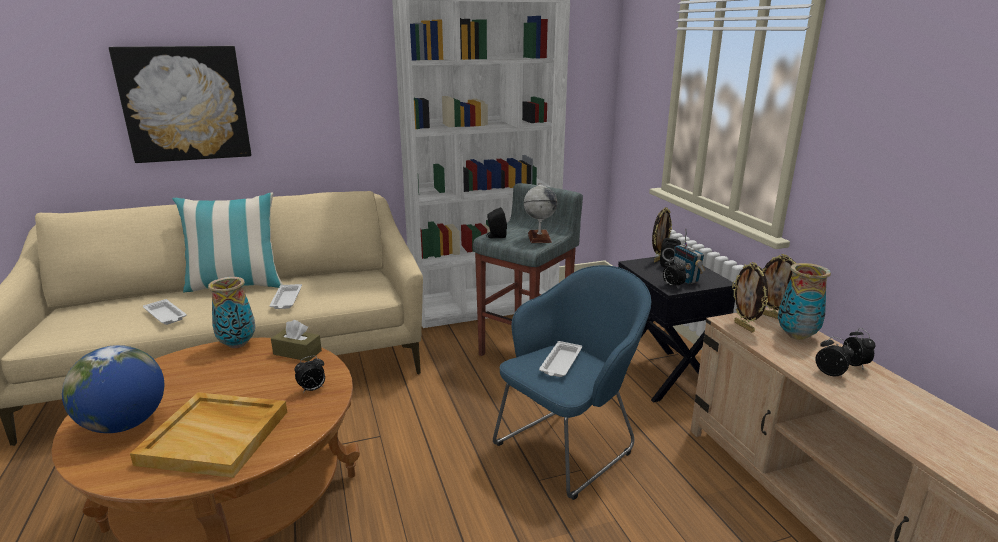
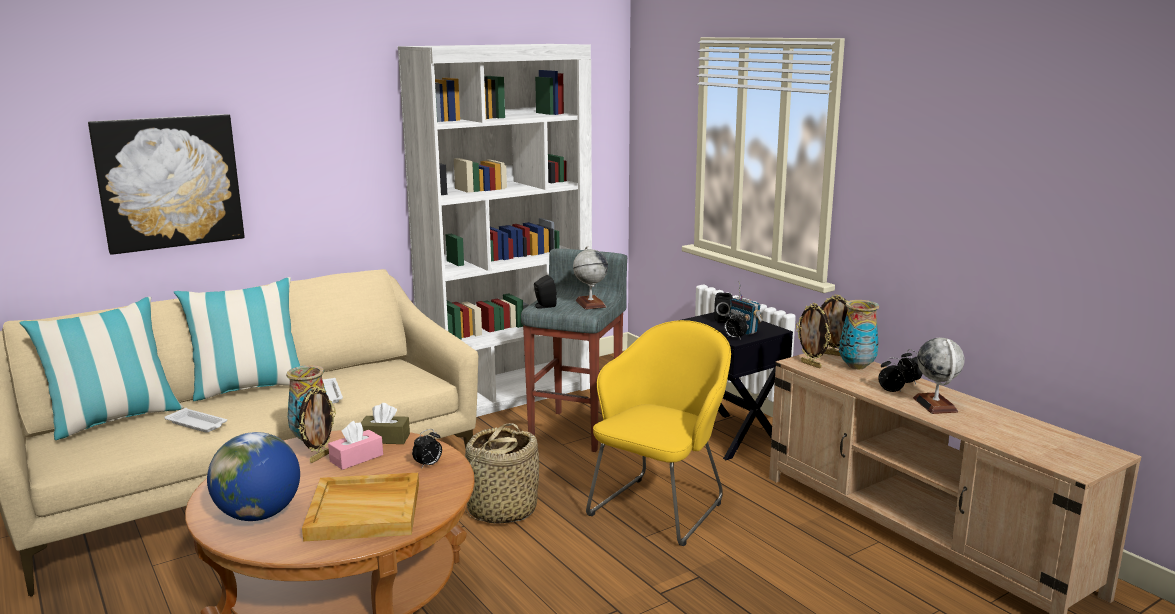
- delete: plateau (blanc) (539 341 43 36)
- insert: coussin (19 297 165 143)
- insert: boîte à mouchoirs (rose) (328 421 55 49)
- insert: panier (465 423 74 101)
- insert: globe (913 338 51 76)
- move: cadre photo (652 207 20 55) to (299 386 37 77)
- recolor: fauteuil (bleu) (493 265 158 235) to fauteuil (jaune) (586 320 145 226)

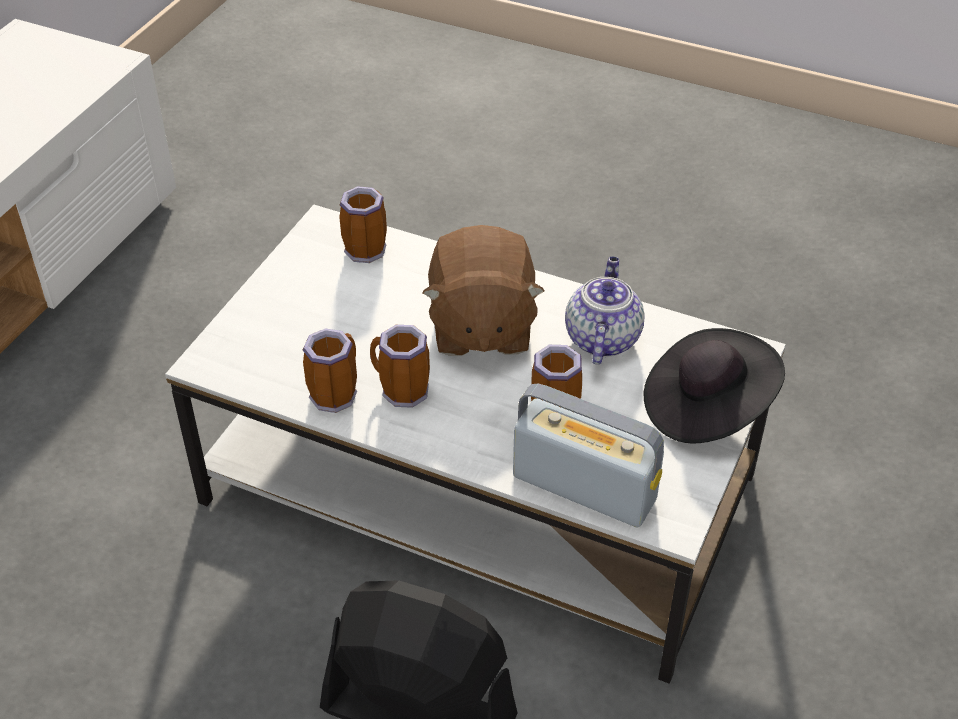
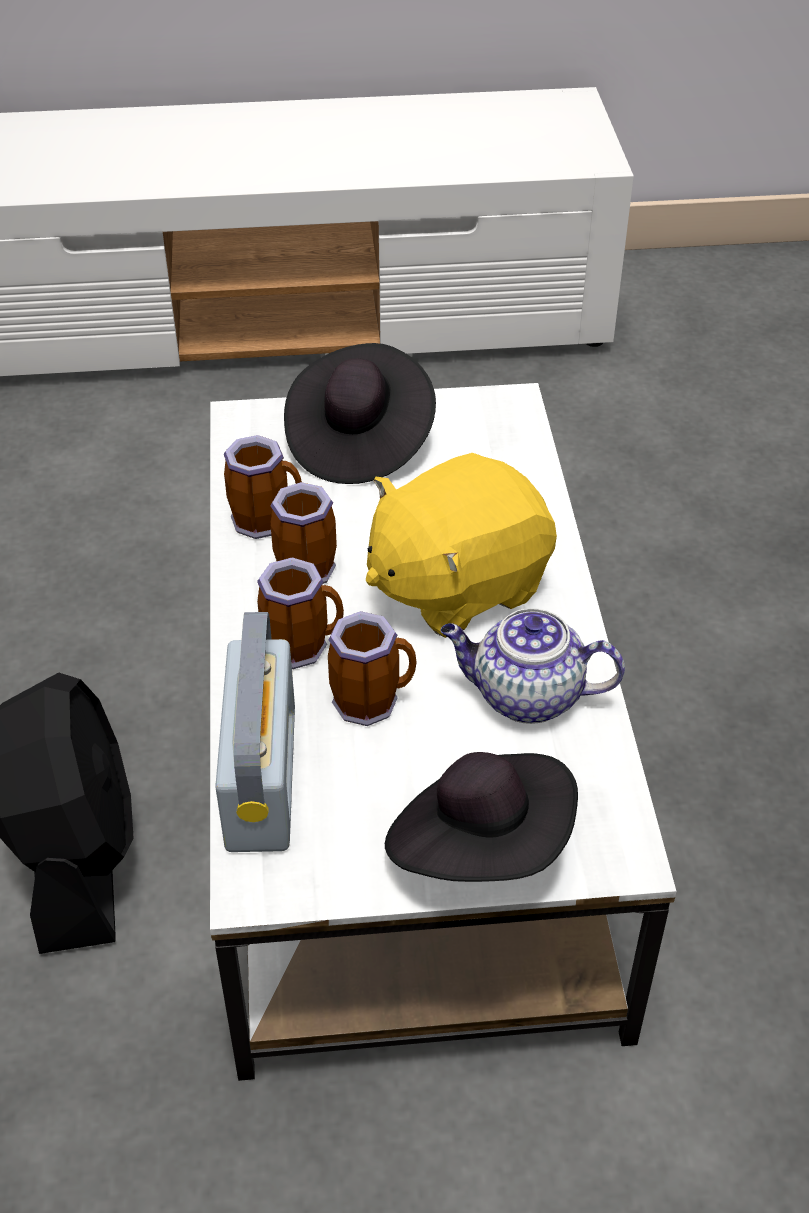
- insert: chapeau (noir) (284 343 152 141)
- move: mug (339 186 48 77) to (257 557 87 112)
- recolor: peluche (marron) (422 225 123 131) to peluche (jaune) (366 453 191 185)
- rotate: théière (565 257 80 107) = (440 608 185 116) 150 degrees counterclockwise

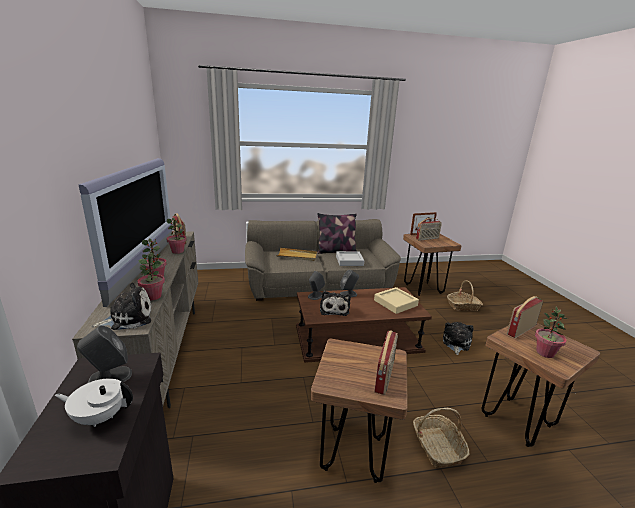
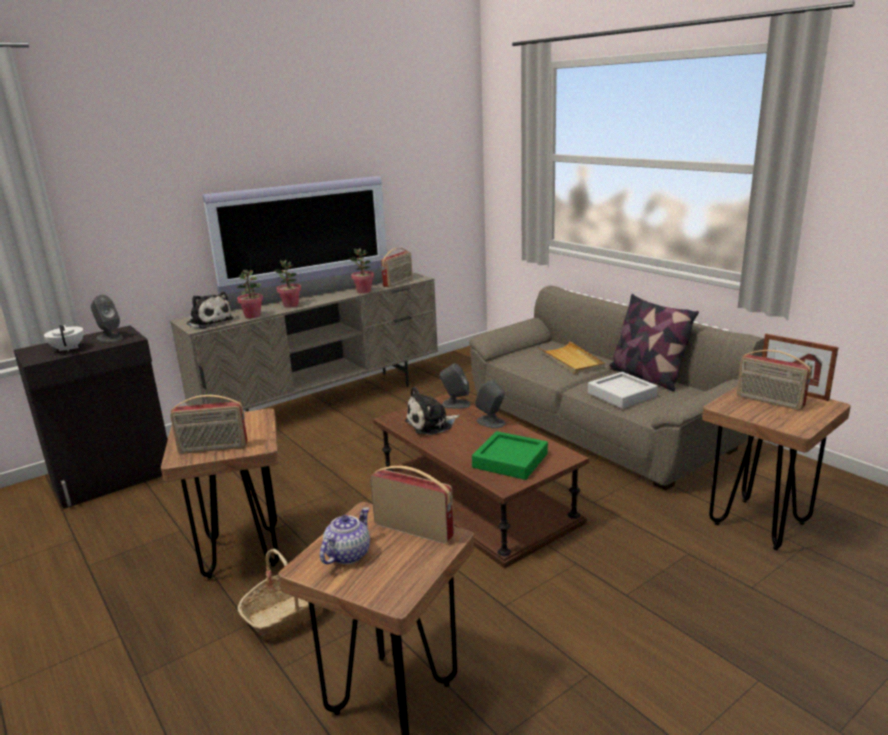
- delete: peluche (443 322 30 33)
- delete: panier (447 280 36 31)
- replace: plante en pot (535 307 33 51) to théière (320 507 50 57)
- recolor: plateau (beige) (374 287 45 27) to plateau (vert) (472 431 76 49)

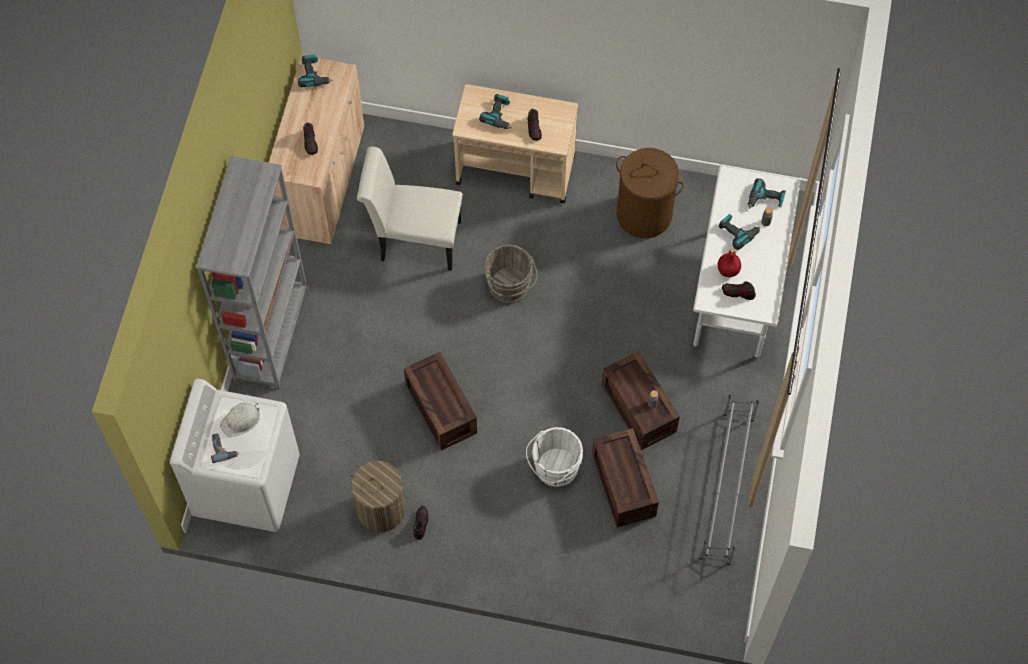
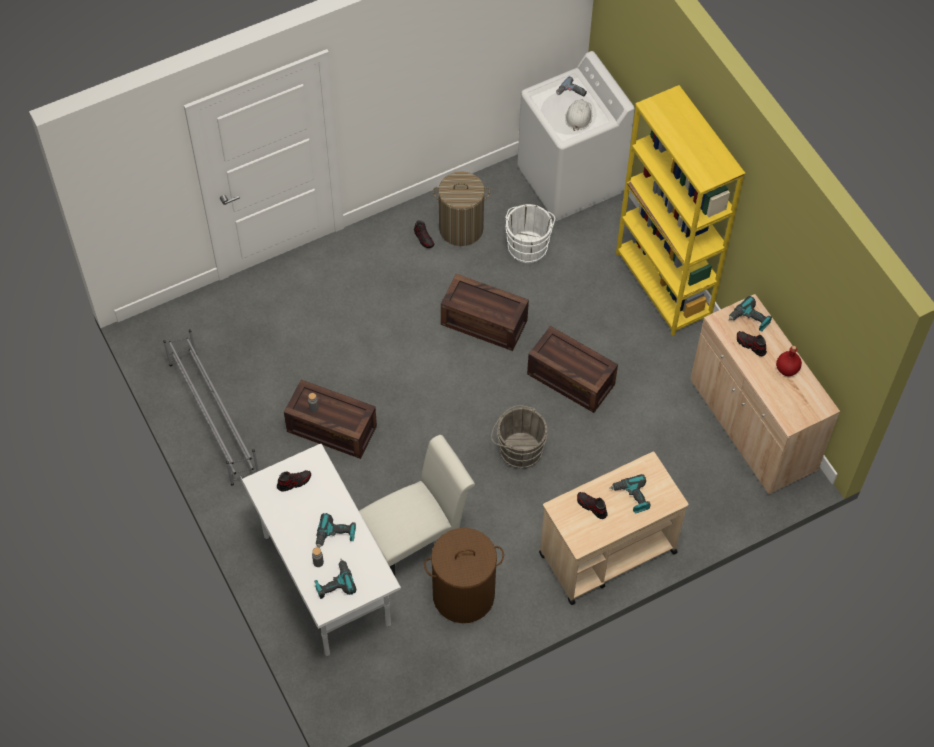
- move: perceuse (298 55 35 32) to (729 296 43 36)
- move: chaise (blanc) (357 147 106 124) to (359 435 116 141)
- move: seau (blanc) (526 427 57 60) to (505 204 50 59)
- move: caisse (592 428 67 100) to (527 326 91 87)
- move: bouteille (rouge) (718 249 23 28) to (776 346 26 30)
- recolor: bibliothèque (gris) (196 156 112 234) to bibliothèque (jaune) (616 85 129 251)

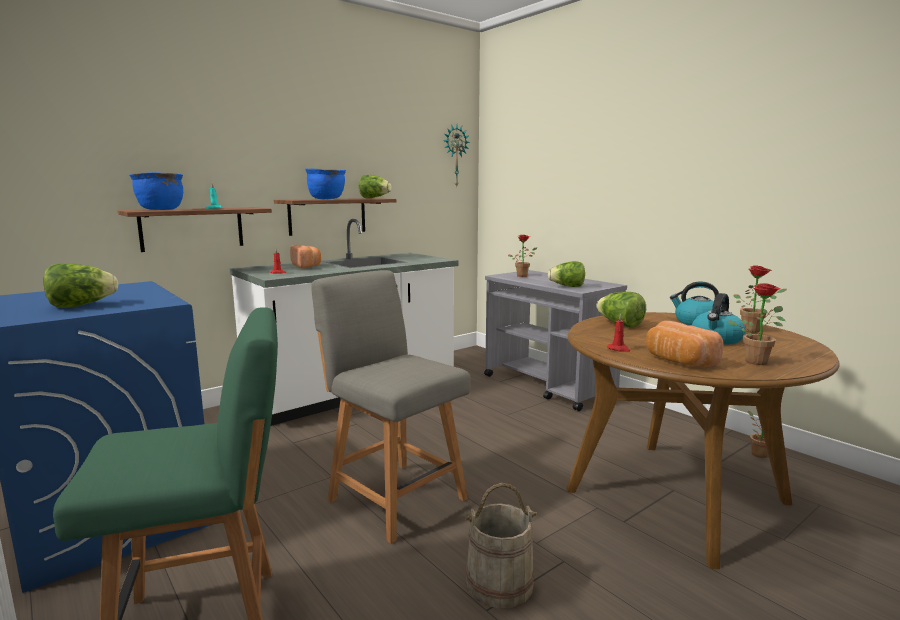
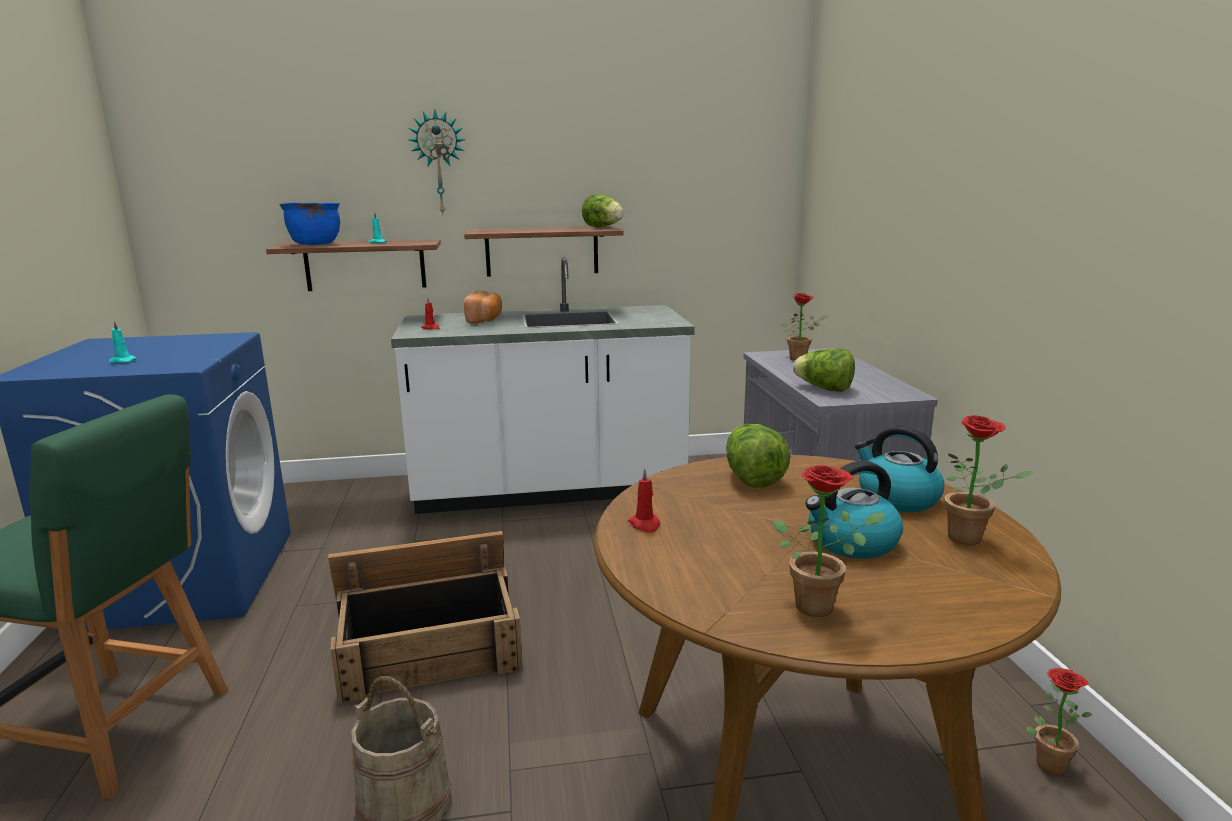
- delete: marmite (bleu) (305 168 41 31)
- delete: pain (646 321 78 46)
- move: horloge murale (444 124 26 62) to (409 110 57 105)
- replace: laitue (43 263 76 45) to bougie (turquoise) (109 321 27 42)
- replace: chaise (gris) (311 270 160 274) to caisse (328 531 195 173)

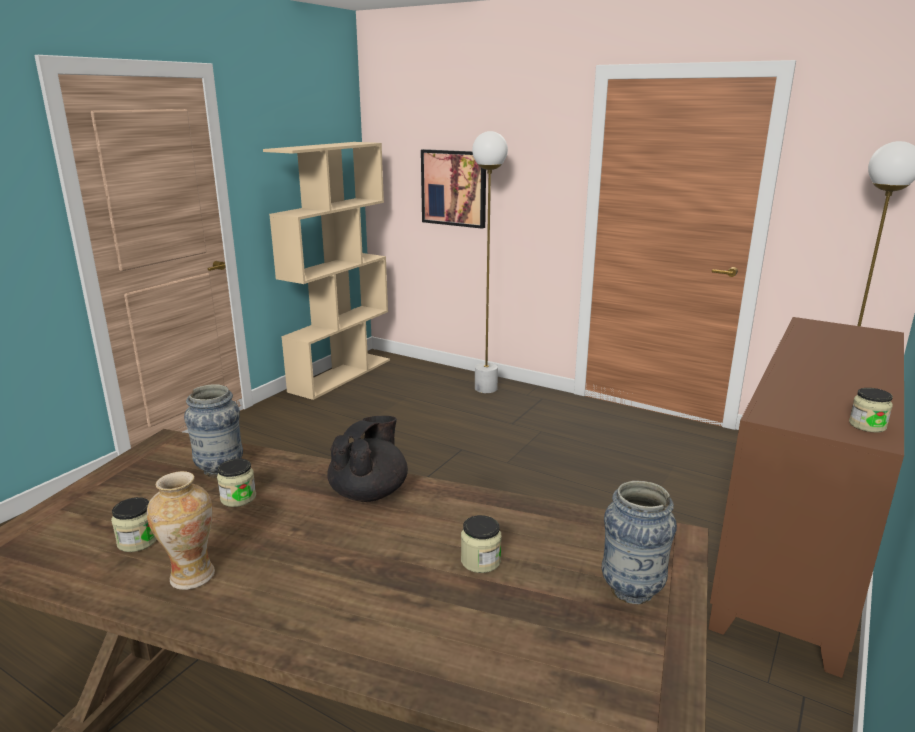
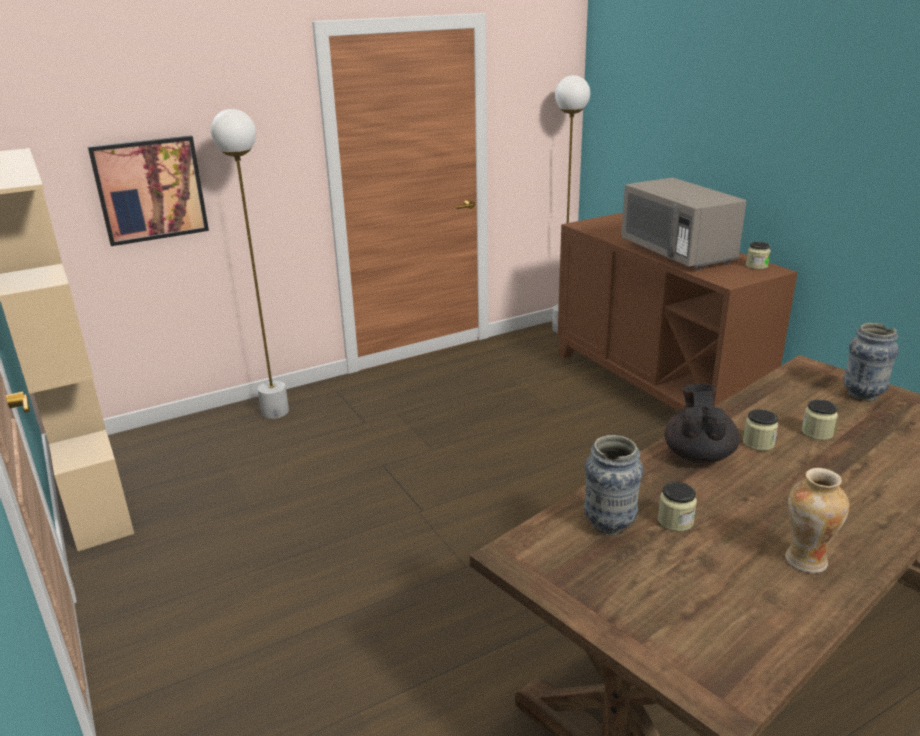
- insert: micro-ondes (gris) (621 177 125 93)
- move: bocal (111 497 46 55) to (743 409 35 42)
- rotate: théière (noir) (327 416 81 86) = (665 384 75 79) 45 degrees clockwise

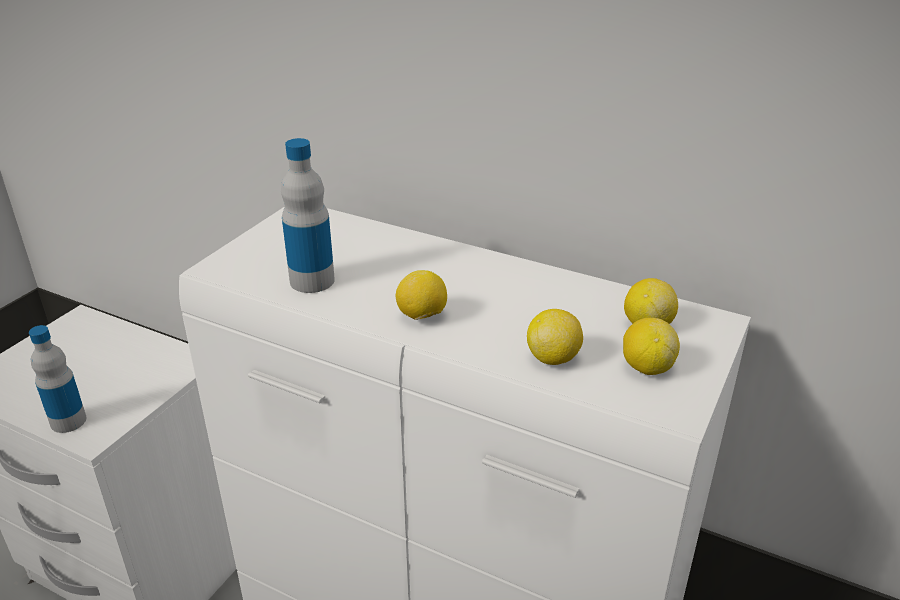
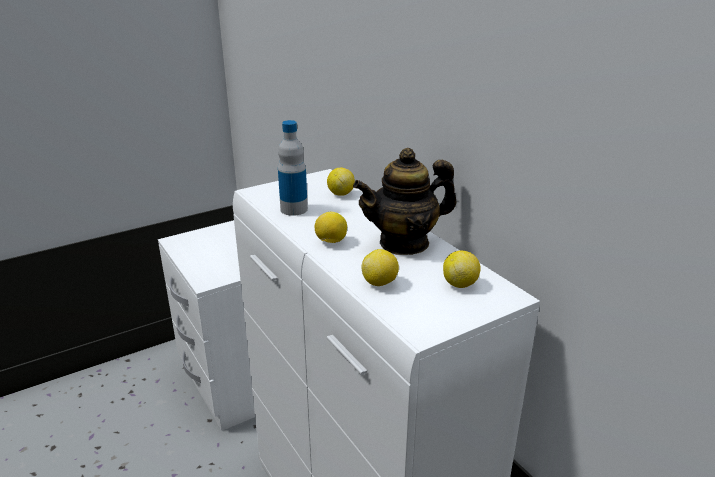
- delete: bouteille (29 325 57 108)
- insert: théière (353 148 104 107)
- move: citron (623 318 57 57) to (327 167 28 29)

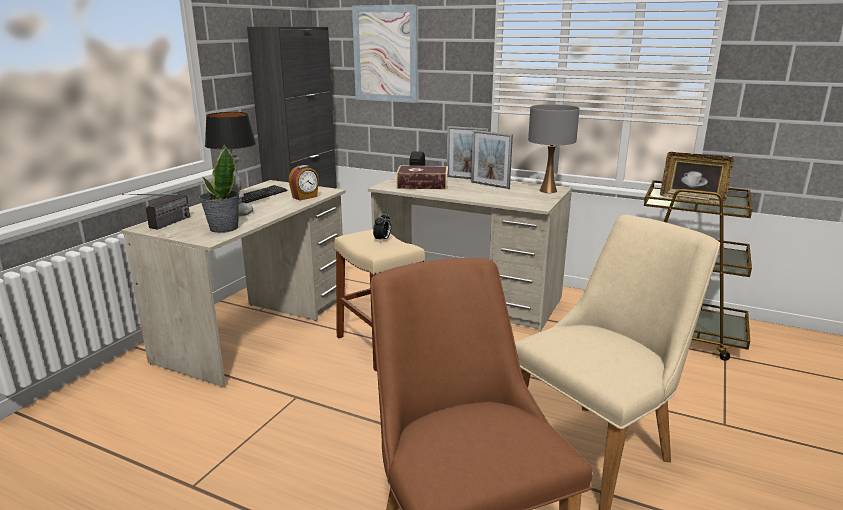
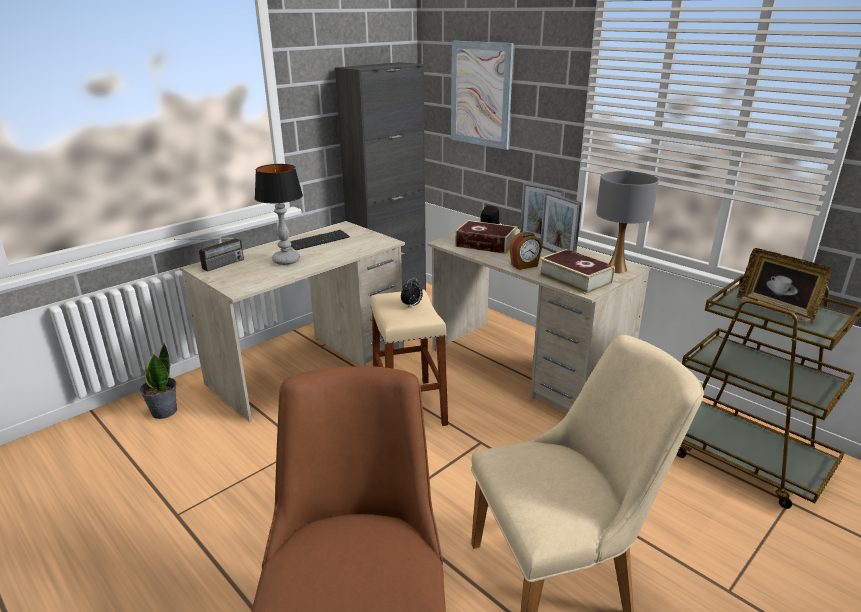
- insert: livre (539 249 76 46)
- move: plante en pot (199 144 41 89) to (140 343 37 76)
- move: réveil (289 165 30 36) to (509 232 33 38)

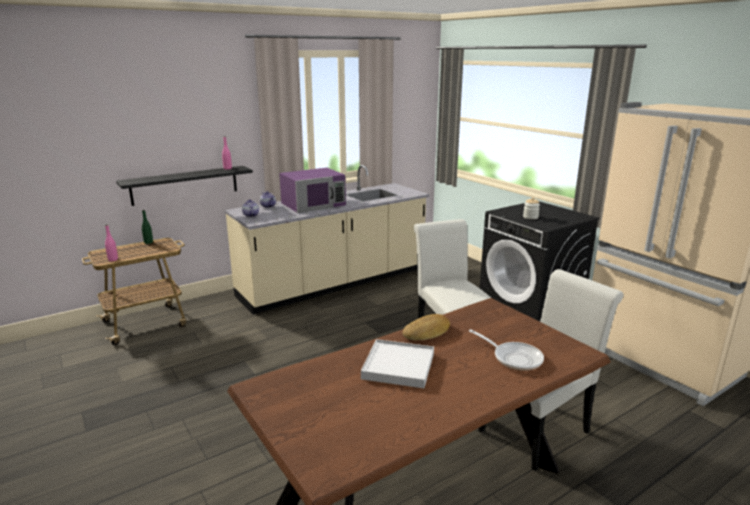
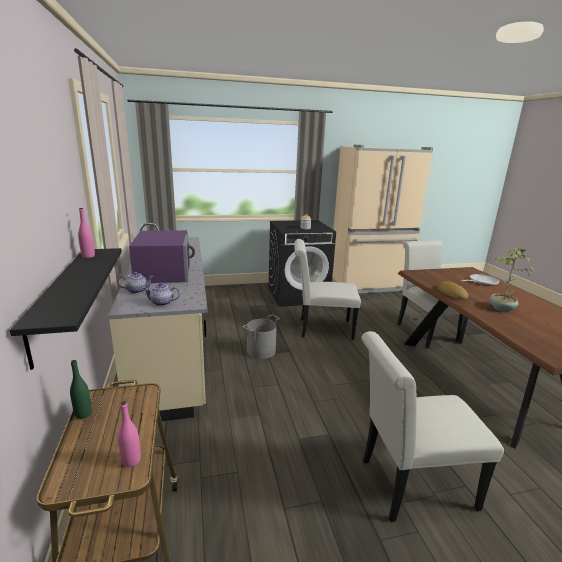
- insert: seau (gris) (243 315 37 44)
- insert: chaise (blanc) (361 331 143 191)
- replace: plateau (blanc) (361 339 73 49) to plante en pot (489 248 45 64)

